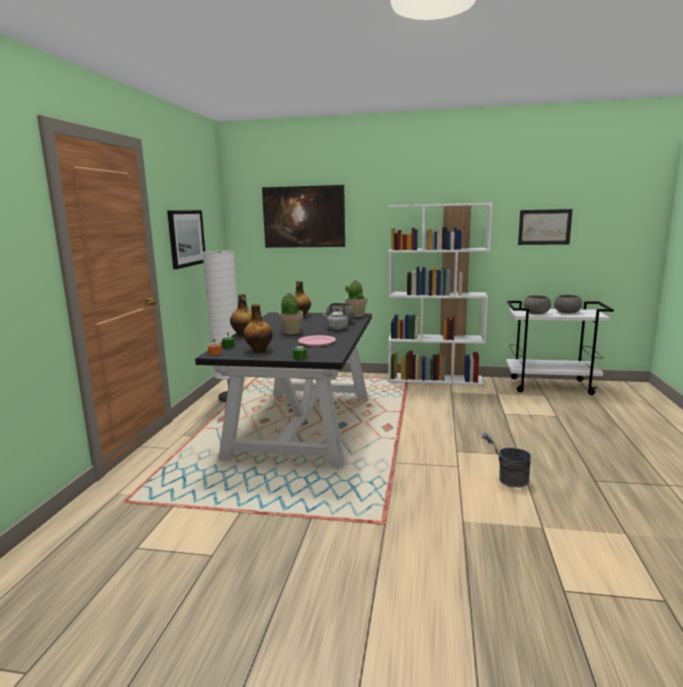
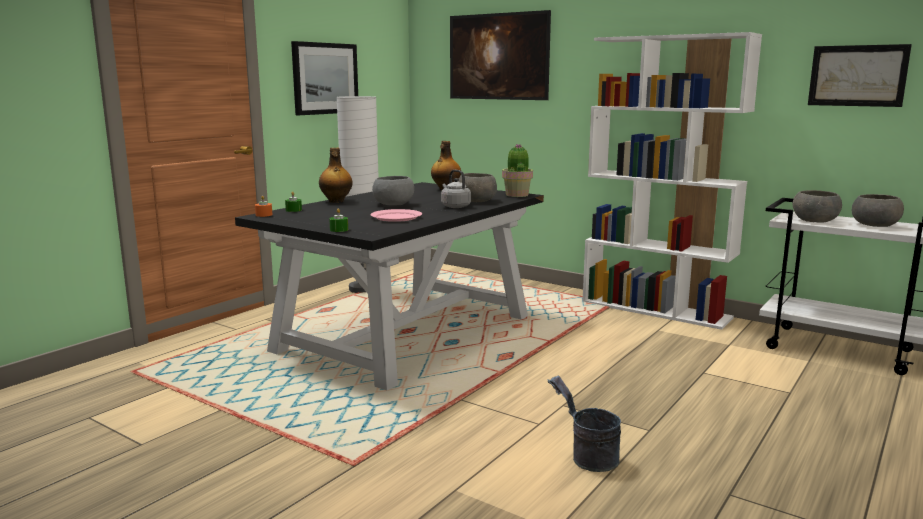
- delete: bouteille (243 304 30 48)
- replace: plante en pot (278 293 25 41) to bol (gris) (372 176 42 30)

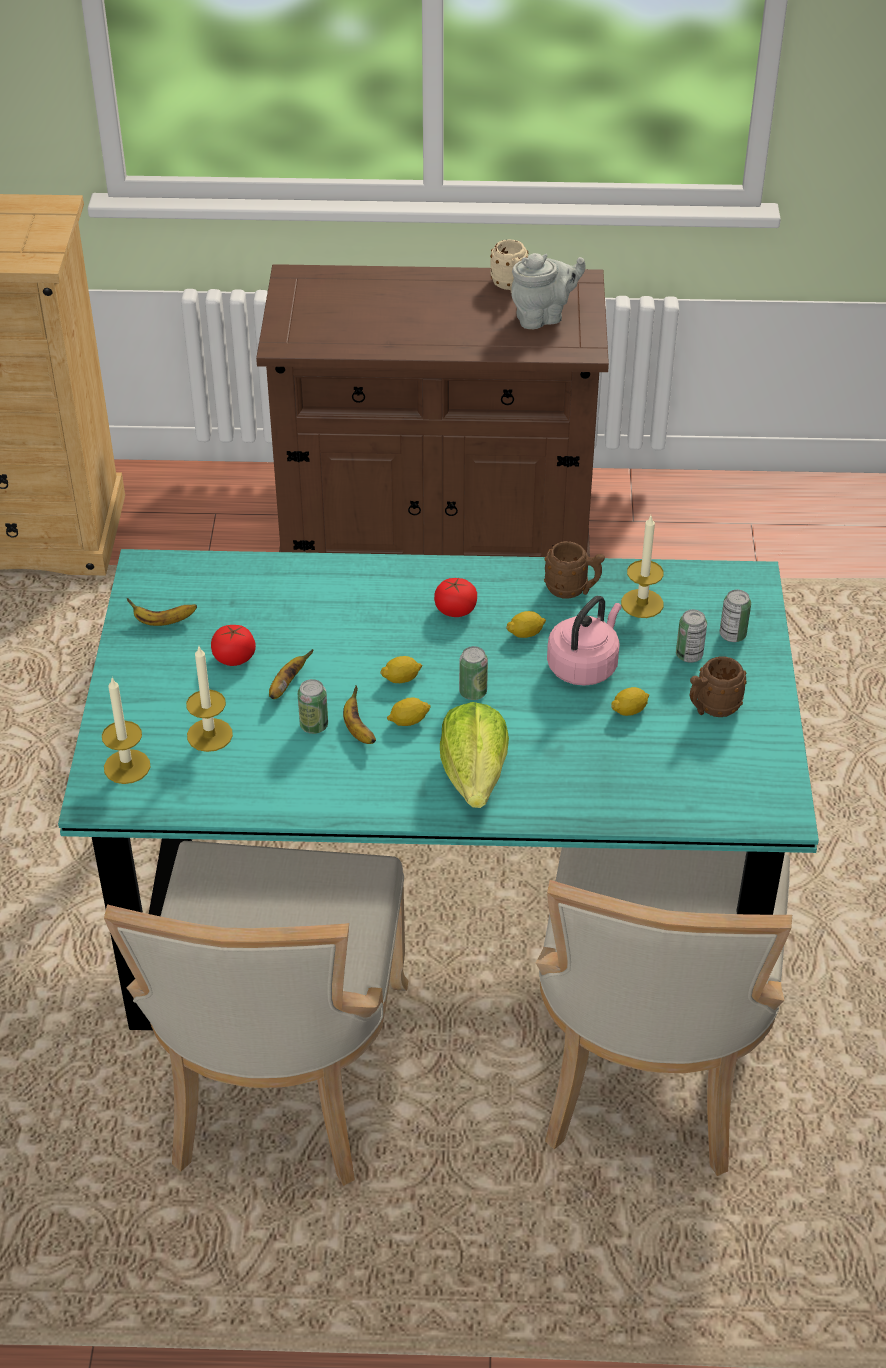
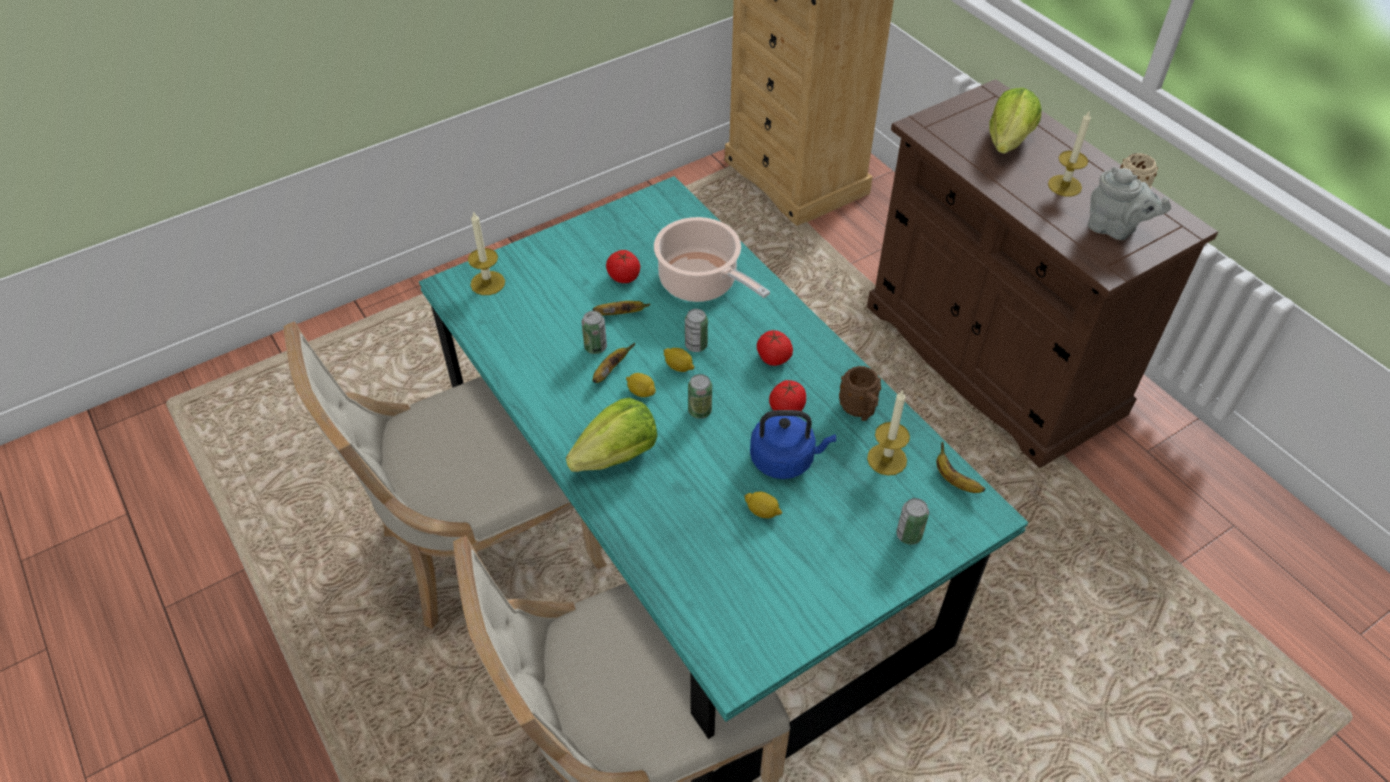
- delete: mug (marron) (689 656 57 61)
- insert: marmite (654 217 116 85)
- insert: laitue (989 88 53 66)
- move: banane (127 598 70 28) to (936 442 49 51)
- move: bougie (186 647 47 105) to (1048 110 43 87)
- move: boîte métallique (676 609 31 54) to (685 309 23 43)
- replace: citron (506 611 40 27) to tomate (769 380 37 31)
- recolor: bouilloire (rose) (547 596 75 90) to bouilloire (bleu) (750 410 86 69)

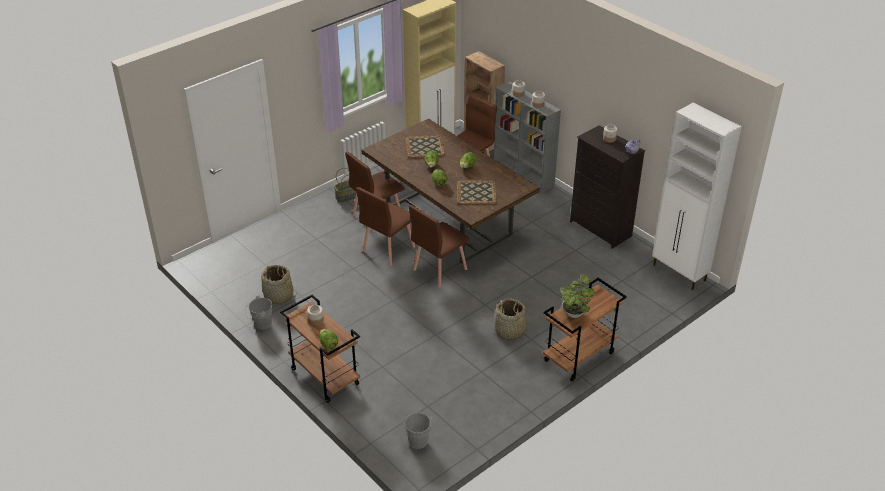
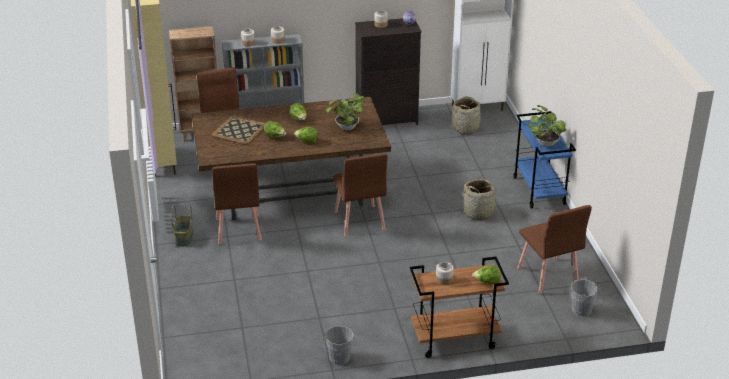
- move: panier (261 265 32 39) to (452 96 31 38)
- move: chaise (marron) (356 187 59 79) to (517 205 75 89)
- replace: plateau (457 181 40 24) to plante en pot (326 93 38 37)
- recolor: chariot (marron) (543 278 84 103) to chariot (bleu) (513 111 63 97)

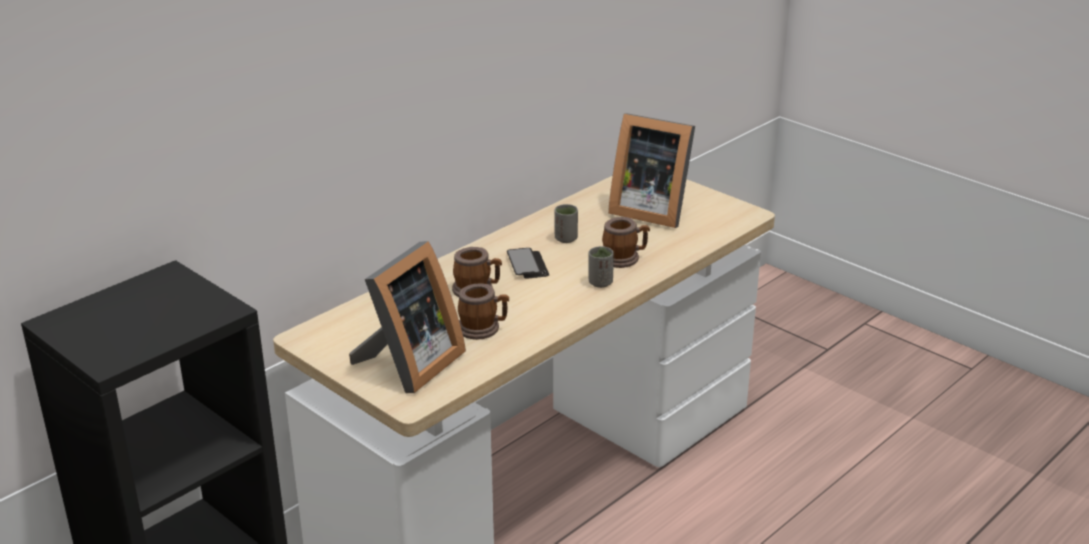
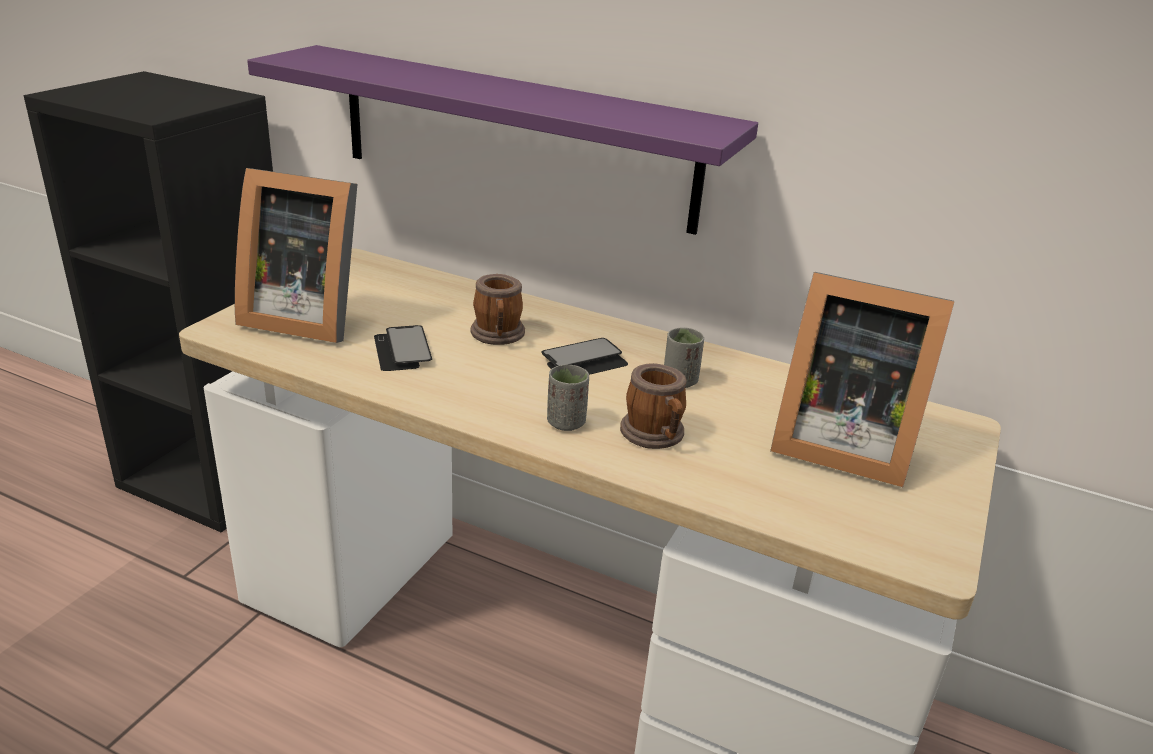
- insert: étagère (violet) (247 45 511 190)
- replace: mug (458 284 51 56) to téléphone (374 325 58 46)
- rotate: cadre photo (608 113 87 115) = (770 272 184 215) 75 degrees counterclockwise

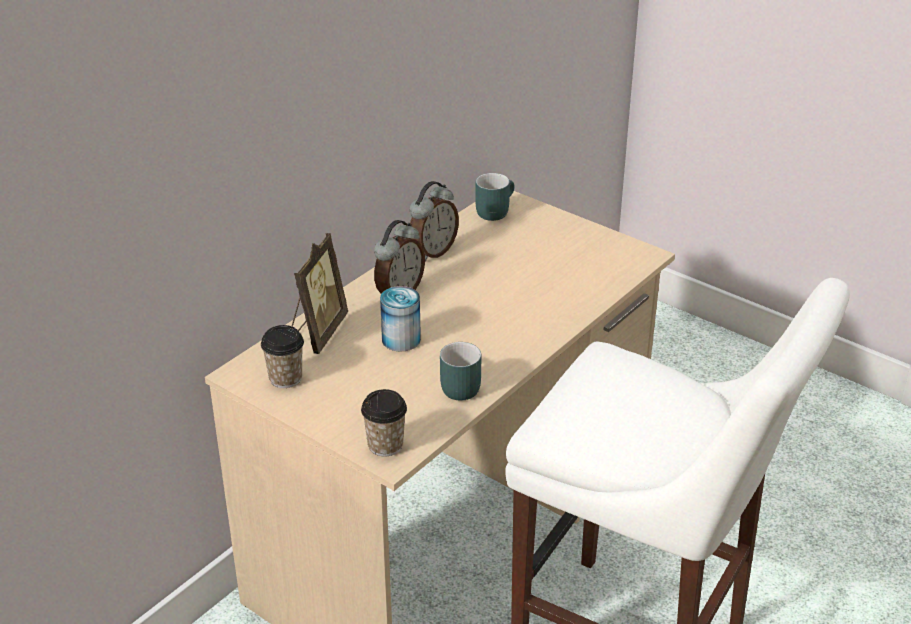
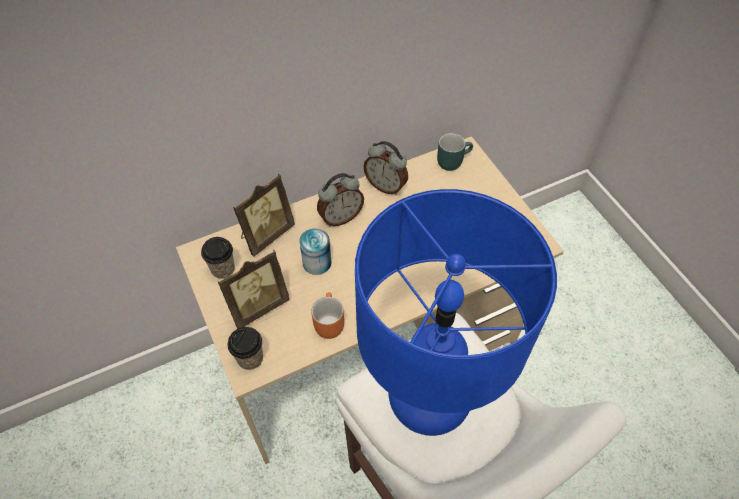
- insert: cadre photo (218 250 72 78)
- insert: lampe de table (bleu) (355 189 202 247)
- recolor: mug (turquoise) (440 342 41 59) to mug (orange) (311 292 33 47)
- rotate: réveil (410 181 49 81) = (364 141 44 54) 60 degrees clockwise

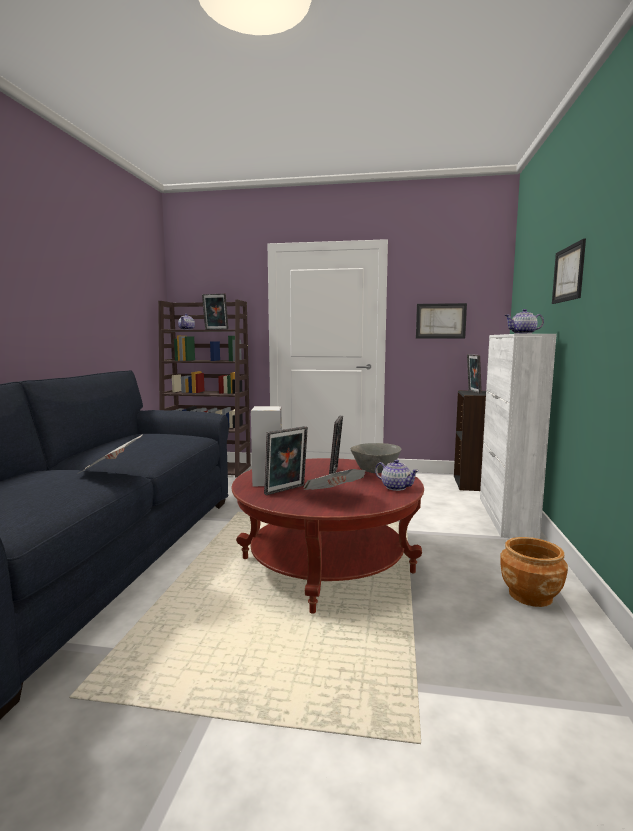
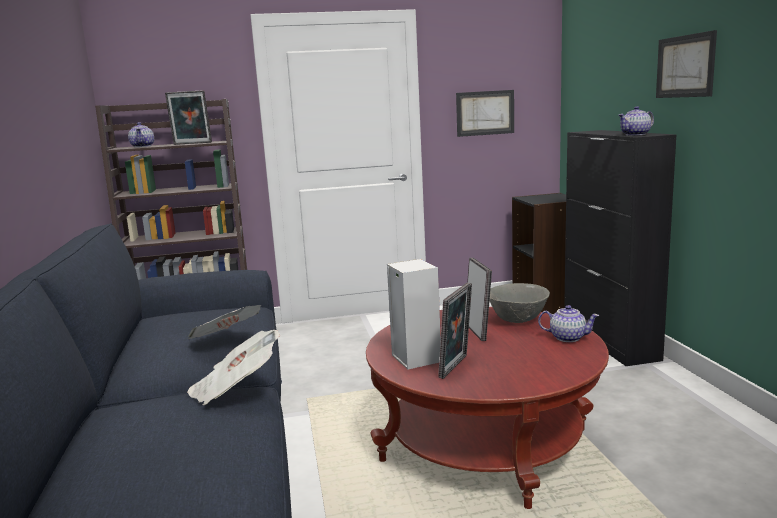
- delete: cadre photo (467 354 15 40)
- delete: cache-pot (marron) (500 537 68 70)
- move: journal (304 469 62 21) to (188 305 73 34)
- recolor: meuble de rangement (blanc) (480 334 77 205) to meuble de rangement (noir) (564 130 113 236)

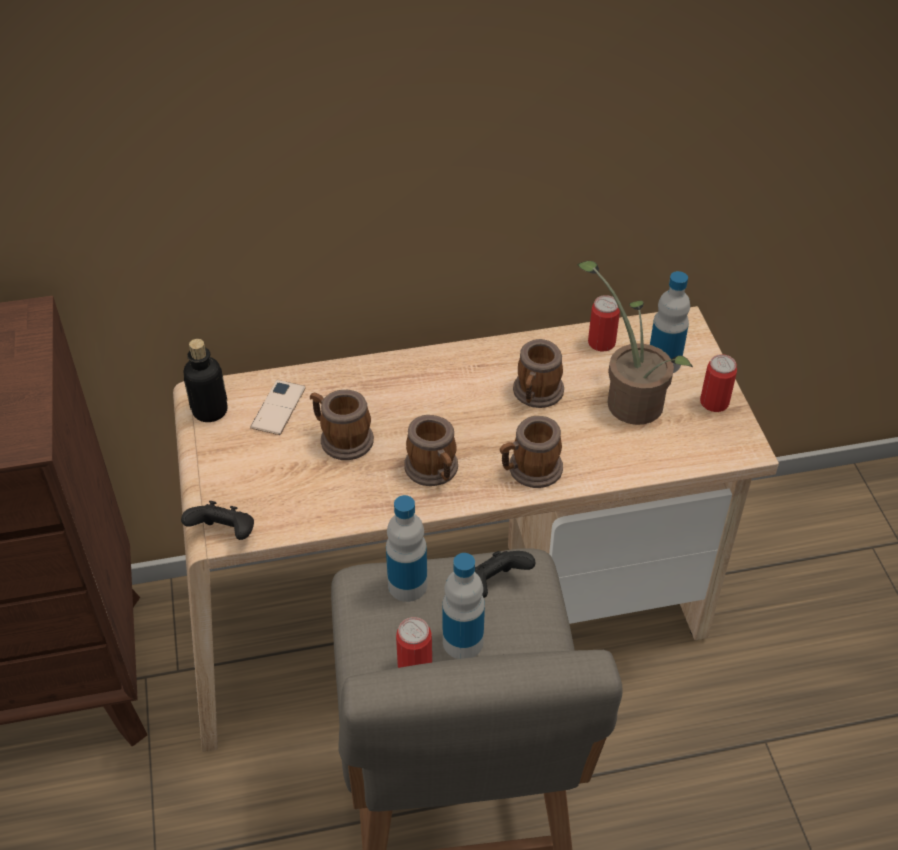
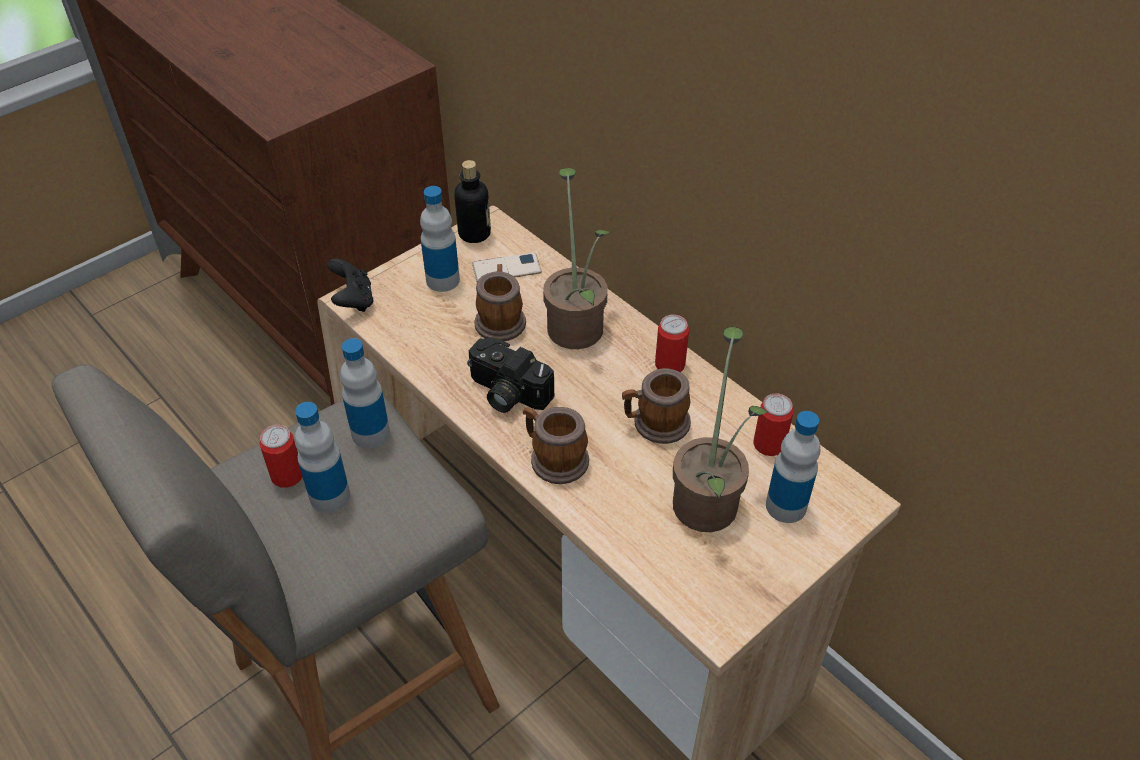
- delete: manette (noir) (475 551 60 47)
- insert: bouteille (420 186 40 106)
- insert: plante en pot (543 168 67 181)
- move: boîte métallique (700 354 37 58) to (655 315 34 57)
- replace: mug (404 415 54 71) to appareil photo (467 337 87 76)

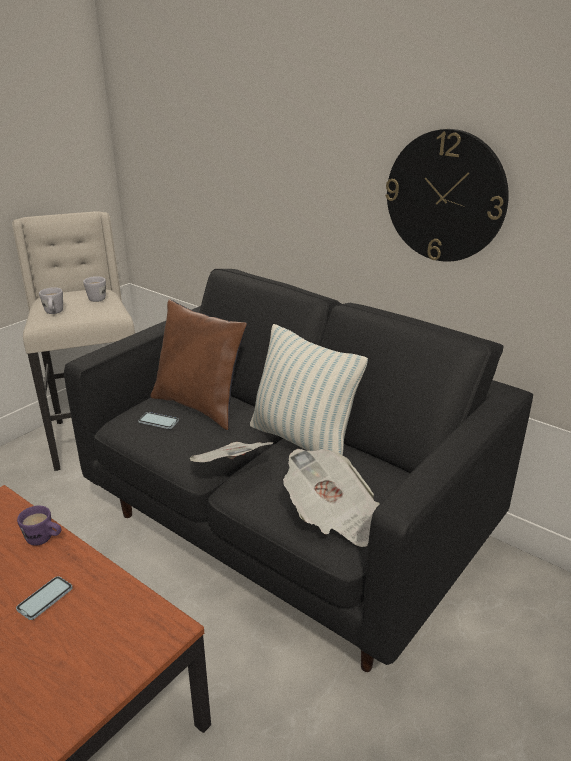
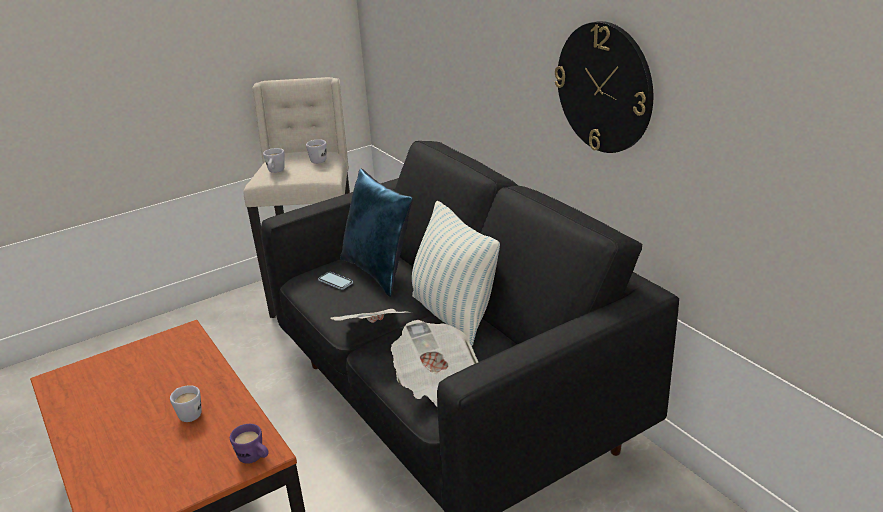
- move: mug (violet) (17 506 44 40) to (230 424 39 40)
- replace: téléphone (16 576 57 44) to mug (blanc) (170 385 32 37)
- recolor: coussin (marron) (150 300 97 130) to coussin (bleu) (340 168 73 129)

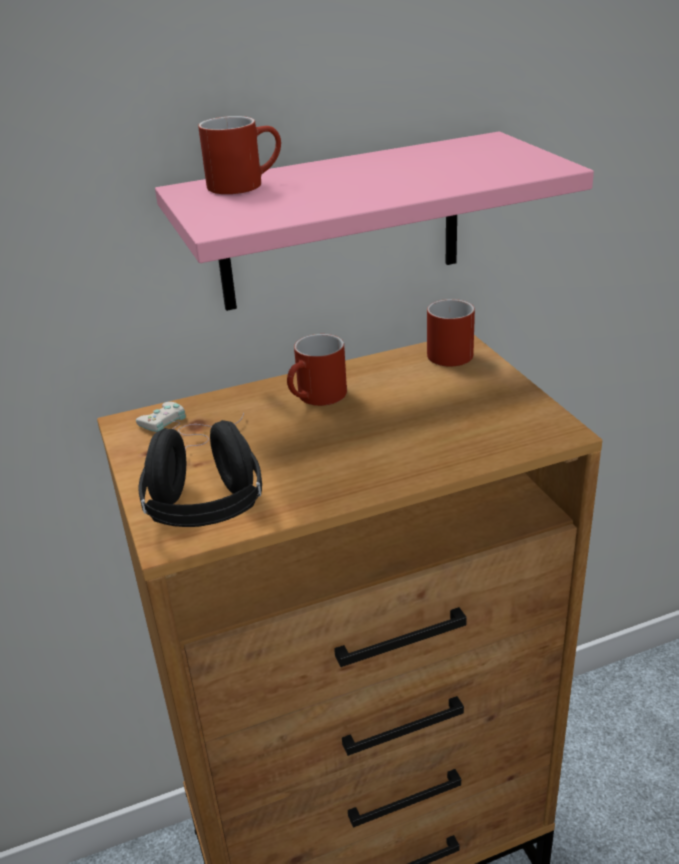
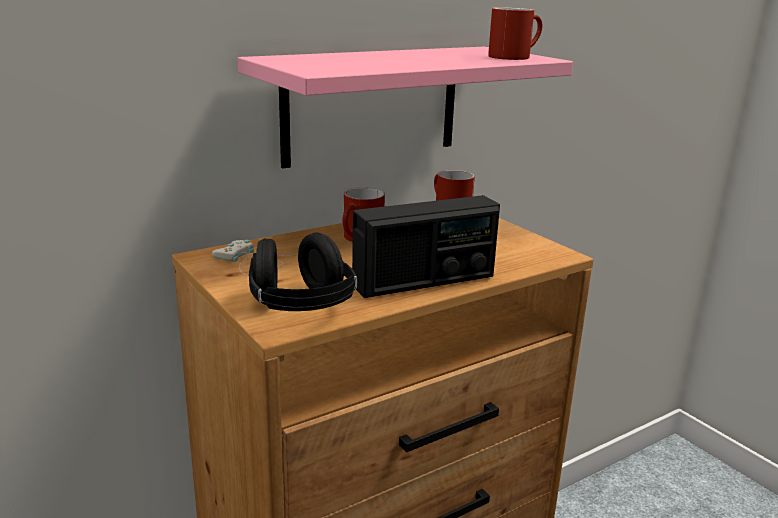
- insert: radio (352 195 148 103)
- move: mug (rouge) (198 116 83 78) to (488 7 55 53)

